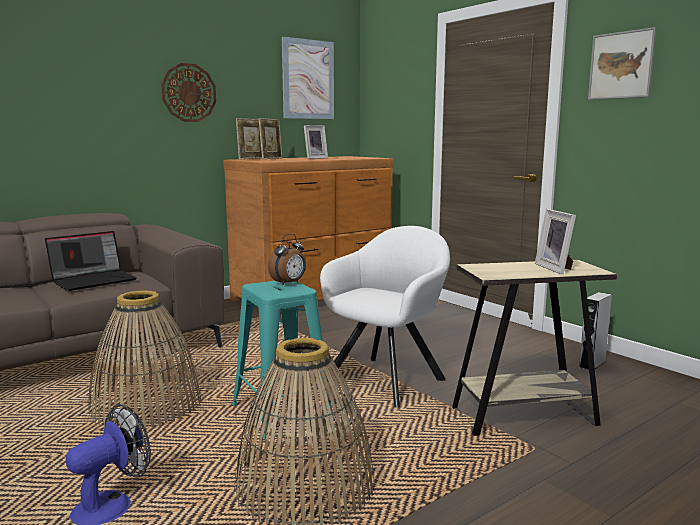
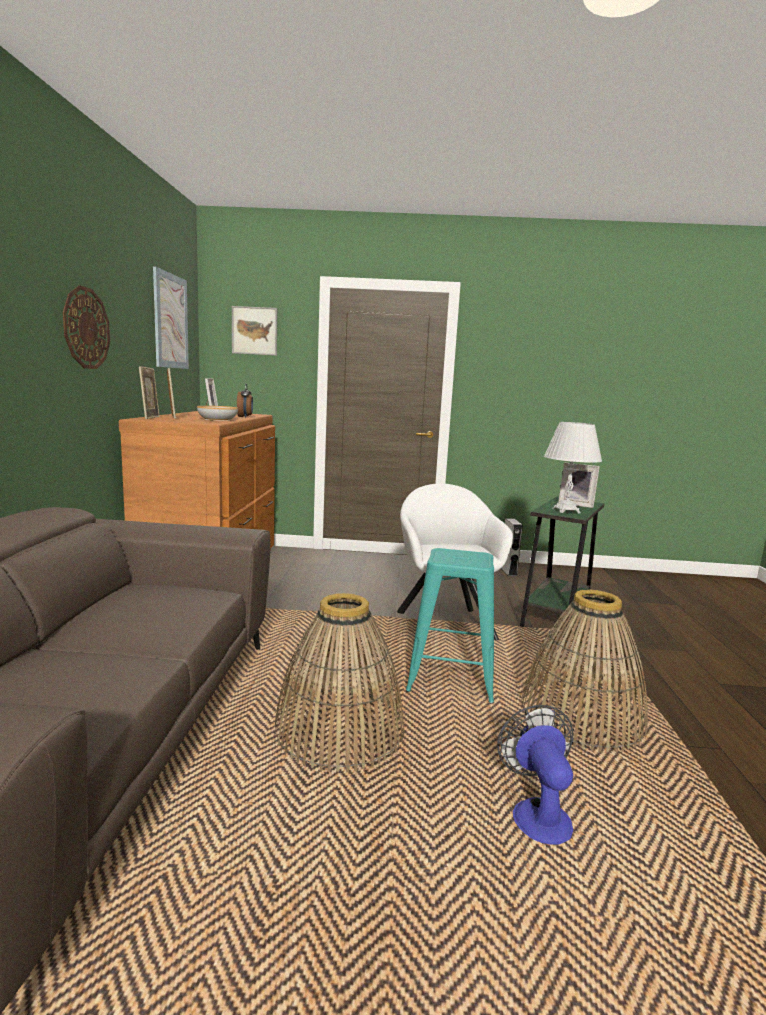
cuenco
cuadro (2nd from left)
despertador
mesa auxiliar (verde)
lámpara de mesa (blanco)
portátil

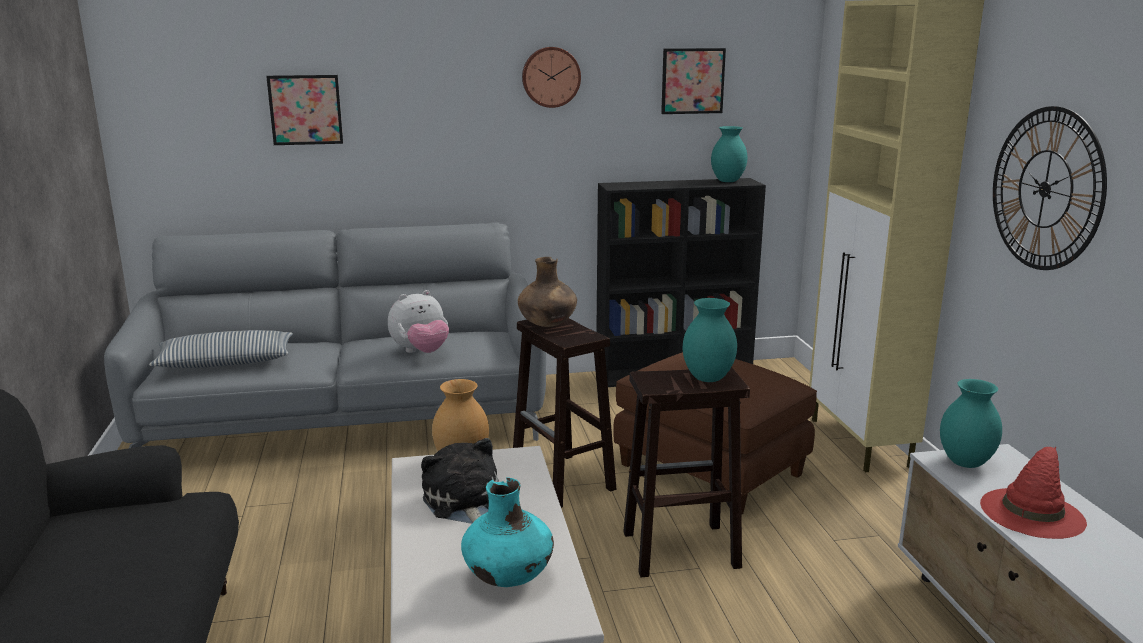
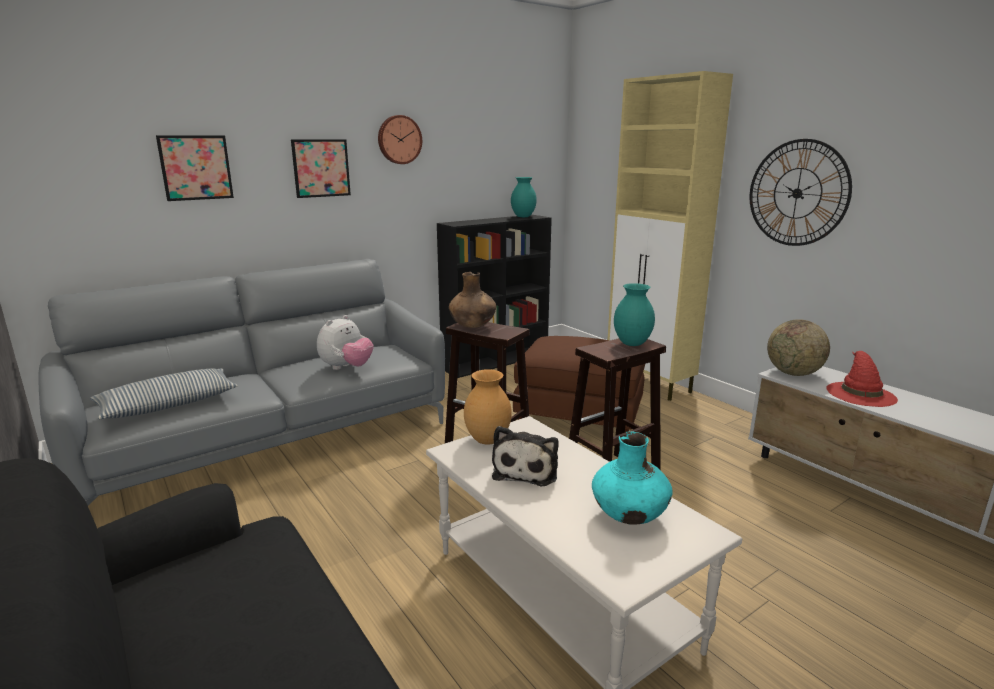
cuadro (2nd from left)
peluche (2nd from left)
globo terráqueo

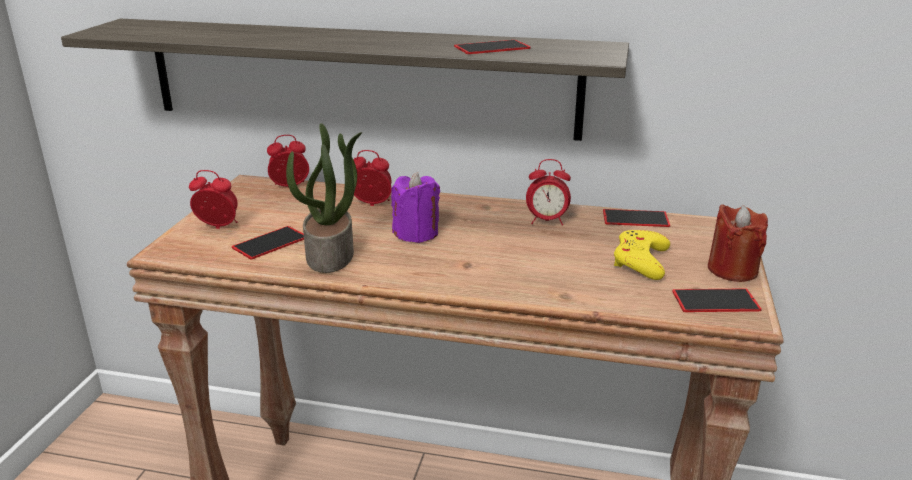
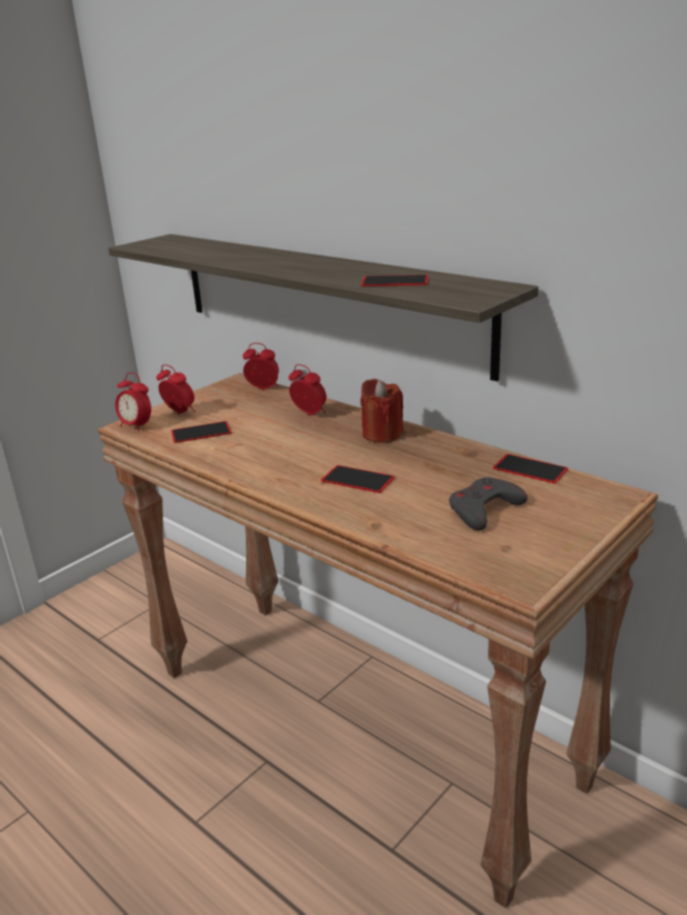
despertador (1st from left)
móvil (2nd from left)
vela (rojo)
mando de consola (gris)
planta en maceta
vela (morado)

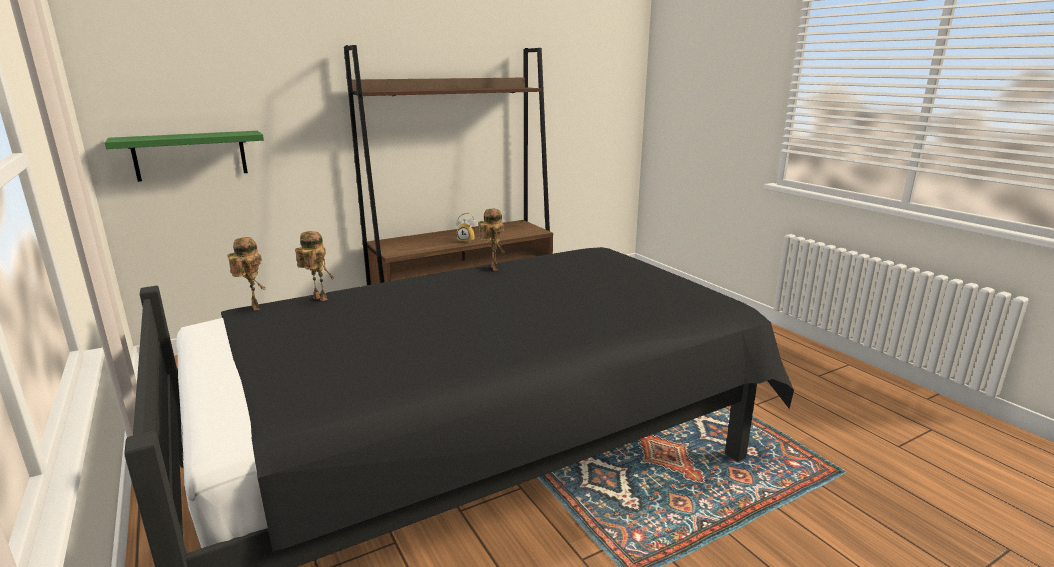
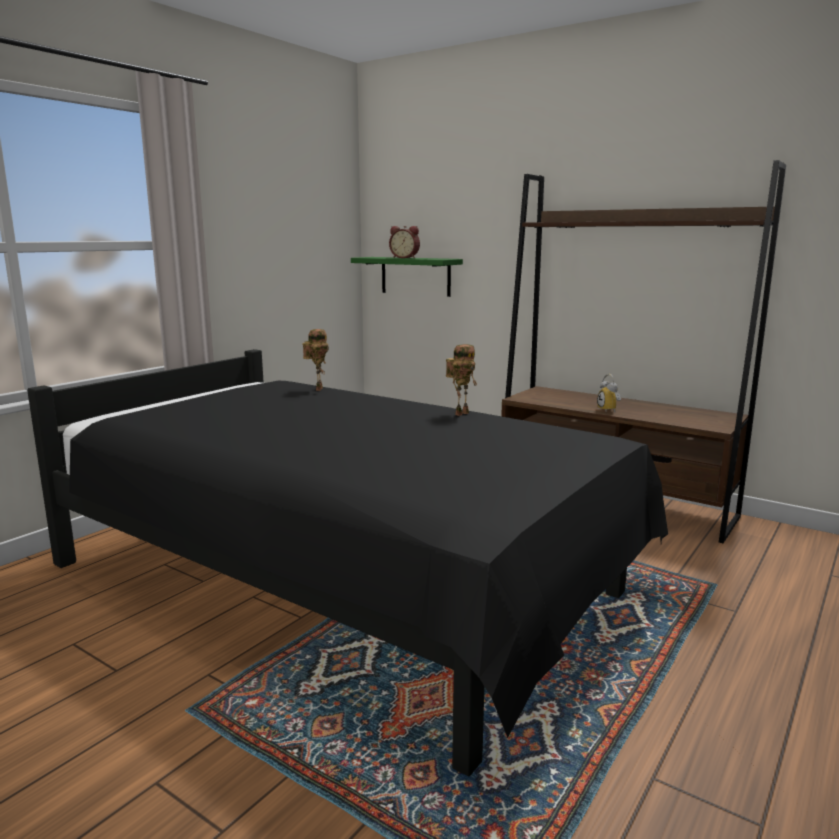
despertador (1st from left)
robot de juguete (1st from left in the first image)

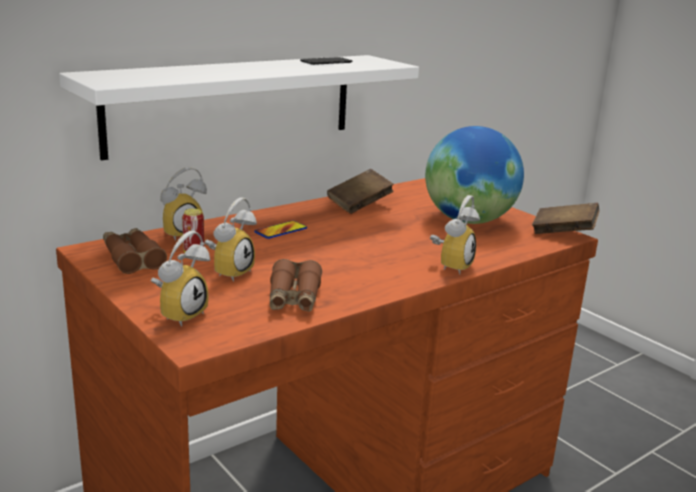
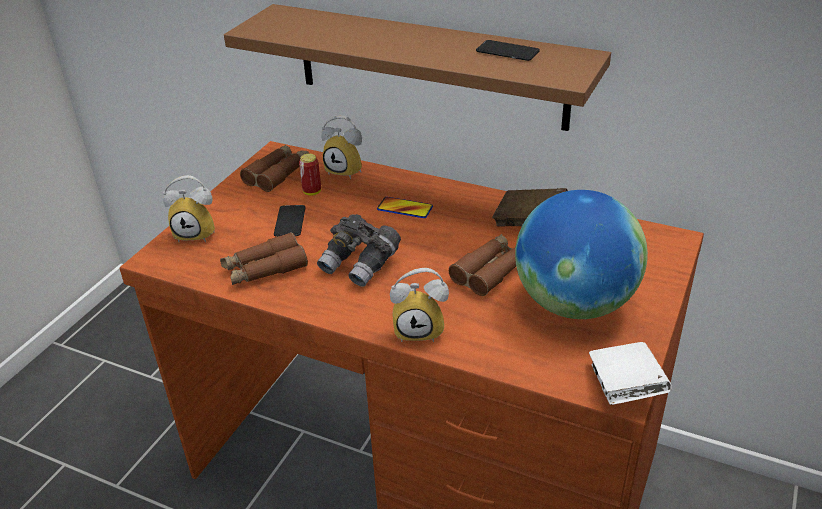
estante (marrón)
móvil (1st from left)
prismáticos (gris)
prismáticos (marrón) (3rd from left)
libro (blanco)

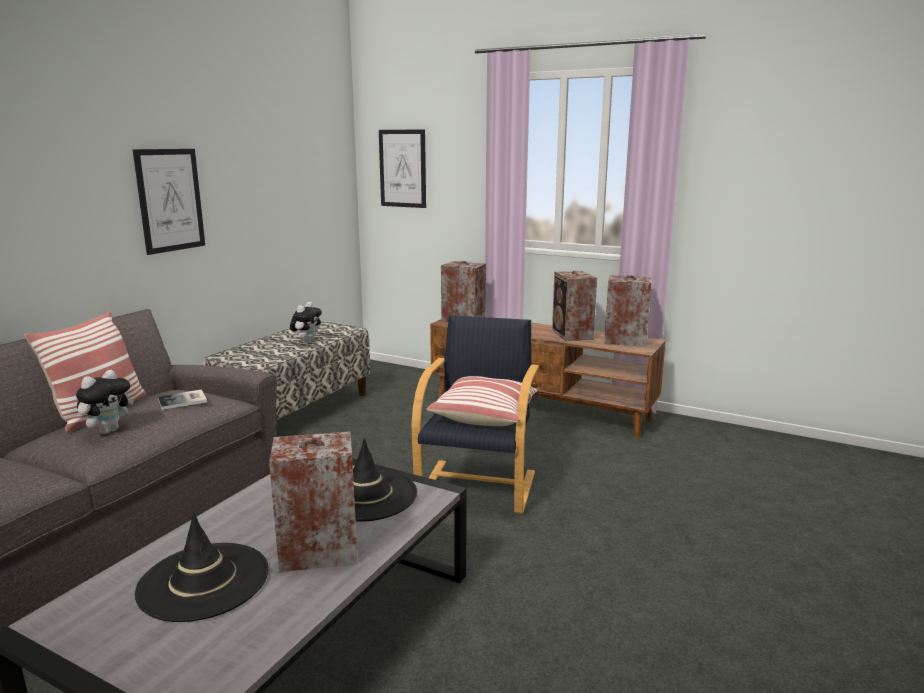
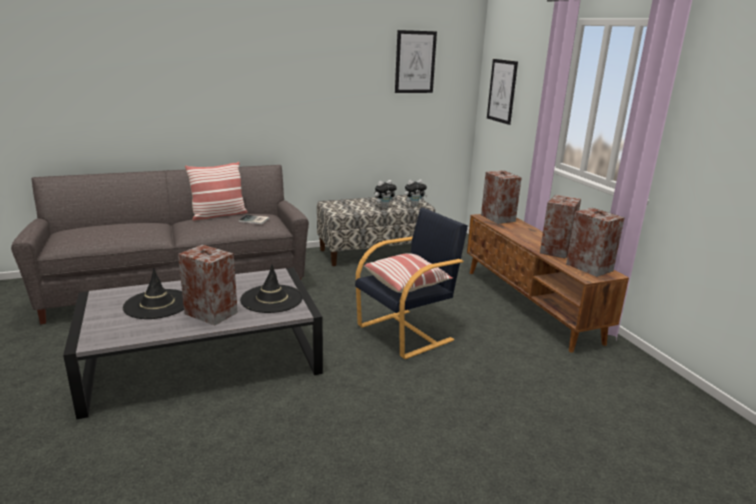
cuadro (1st from left)
peluche (2nd from left)

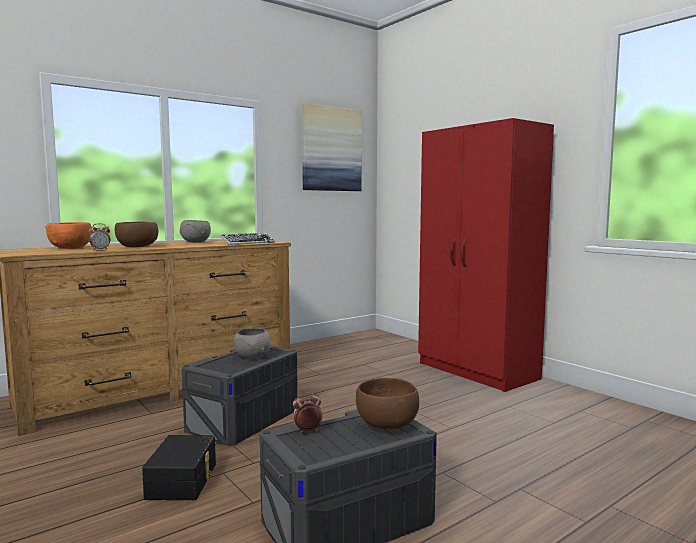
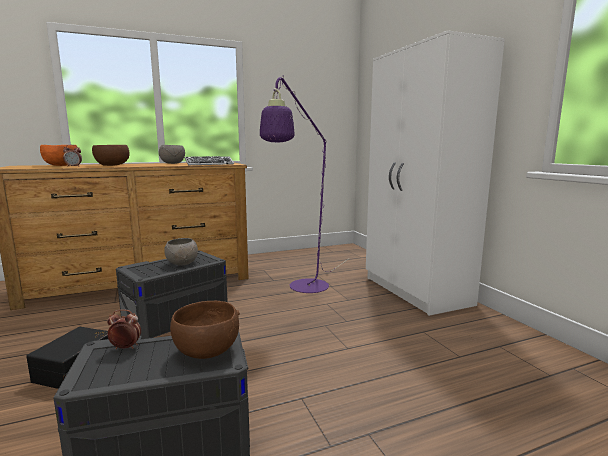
lámpara de pie (morado)
armario ropero (blanco)
cuadro

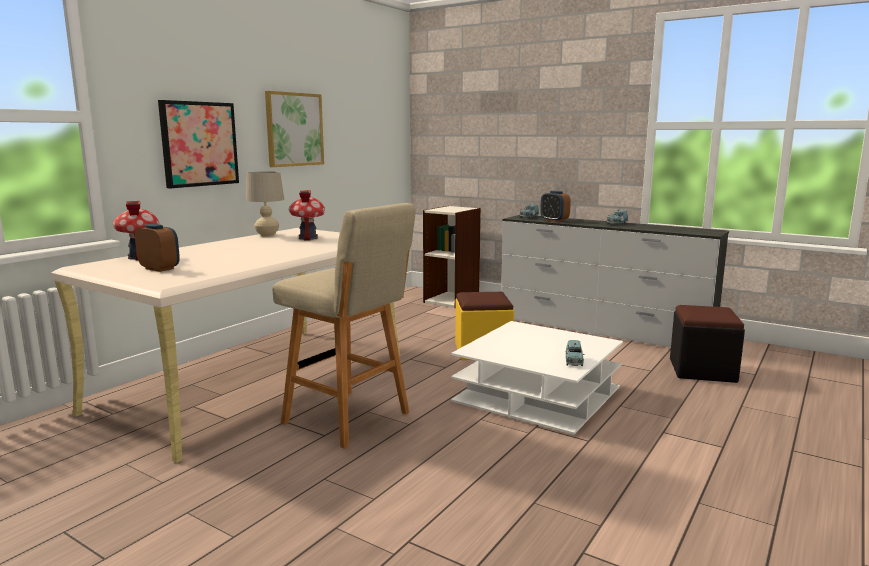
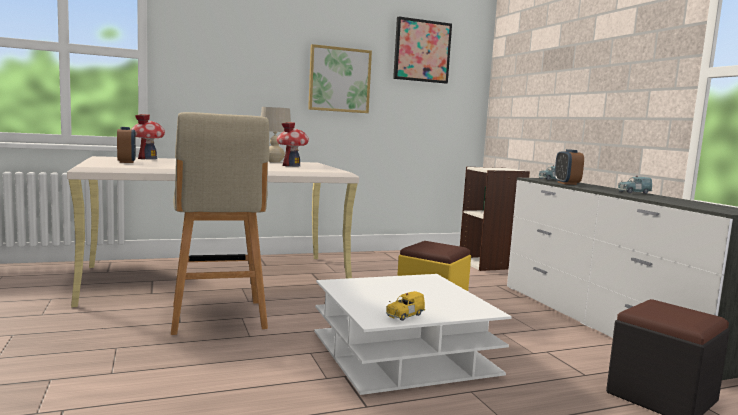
coche de juguete (amarillo)
cuadro (2nd from left)

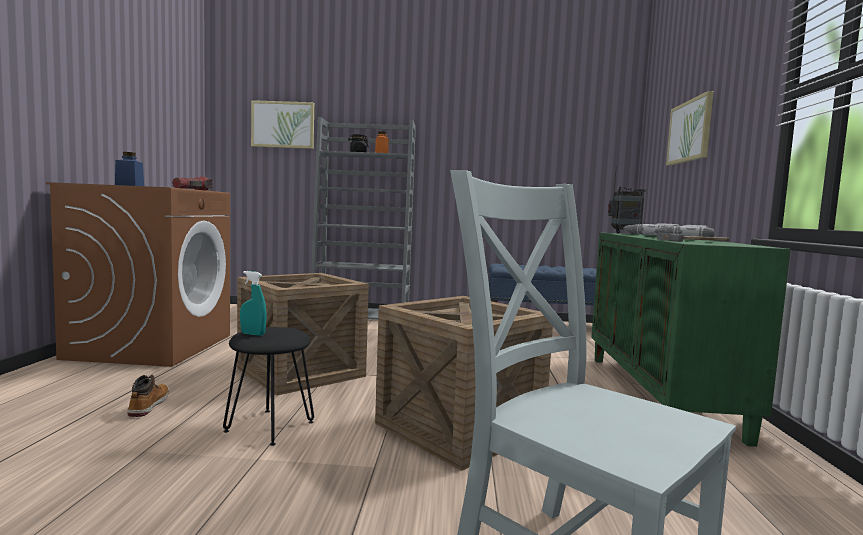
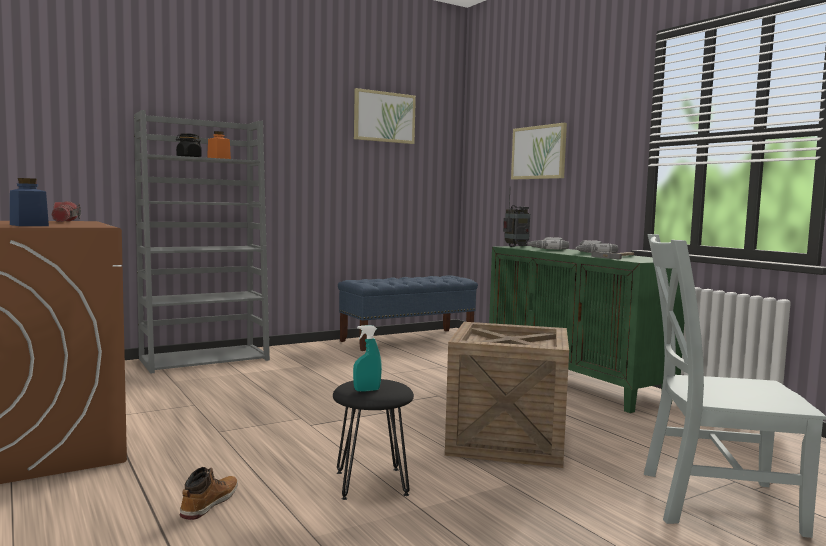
bota
cuadro (1st from left)
caja de embalaje (1st from left in the first image)

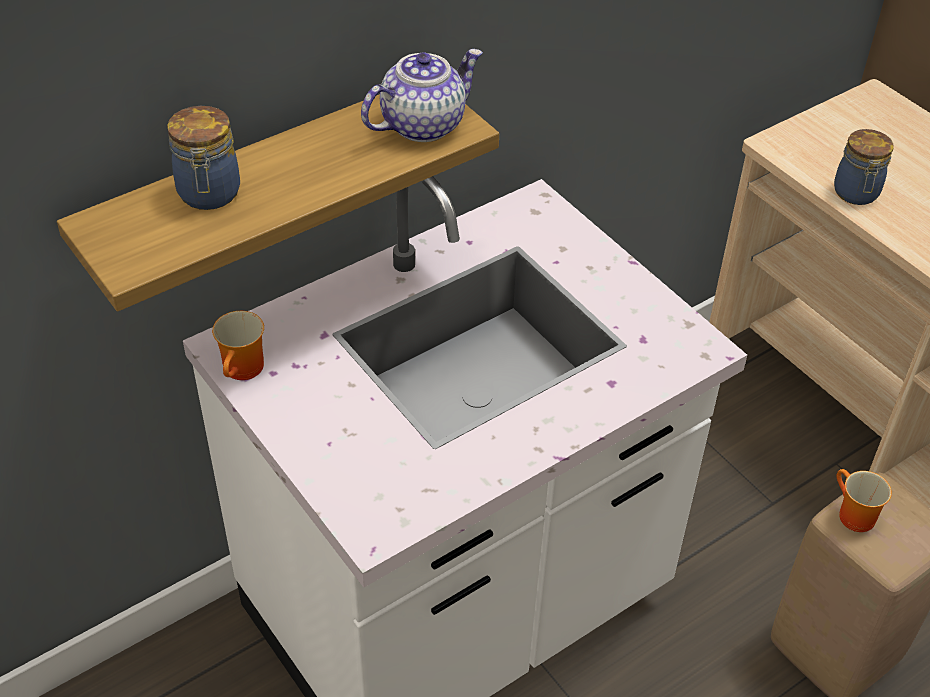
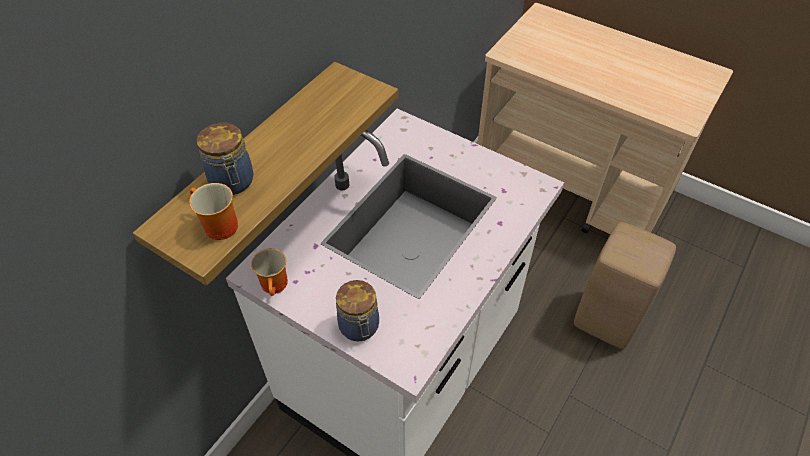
taza grande (1st from left)
tarro (2nd from left)
tetera

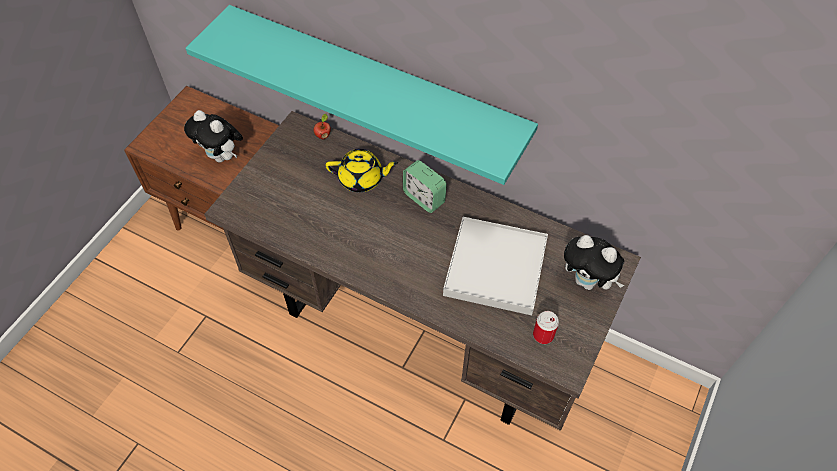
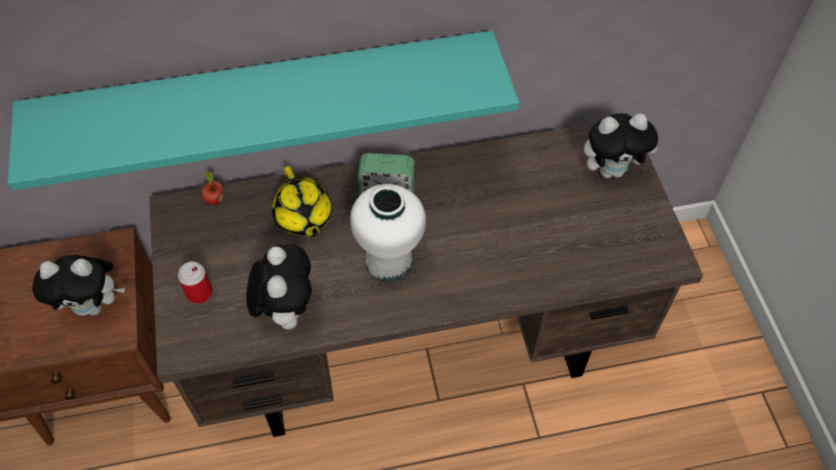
lata
peluche (2nd from left)
tetera (amarillo)
florero (blanco)
bandeja (blanco)

